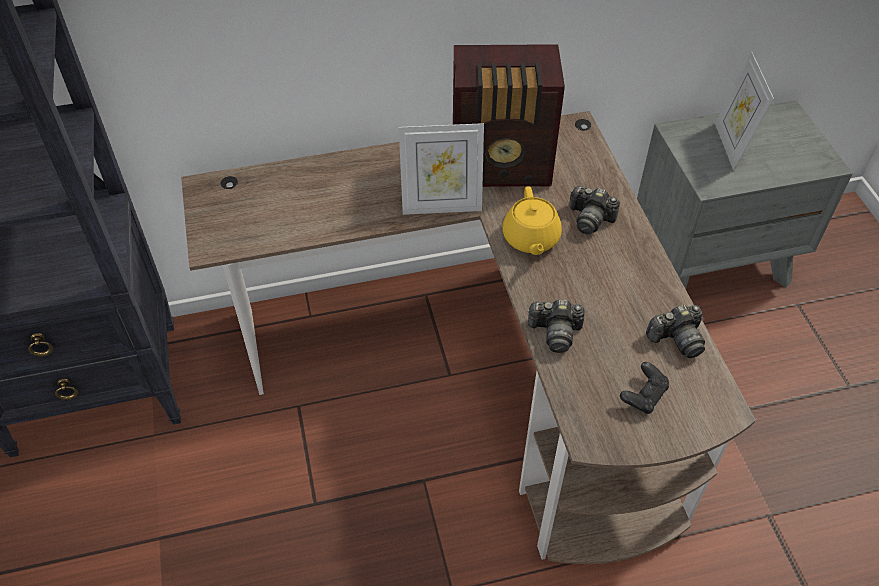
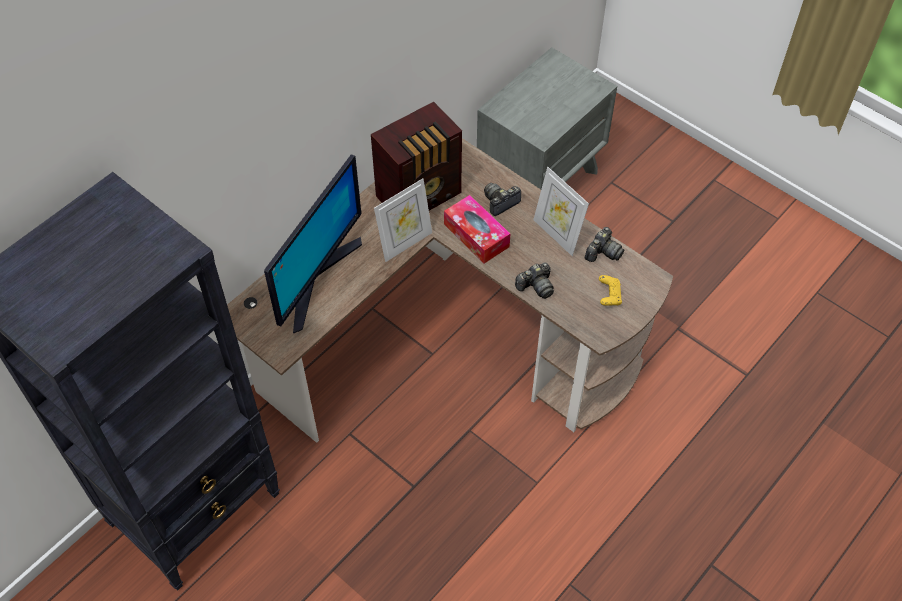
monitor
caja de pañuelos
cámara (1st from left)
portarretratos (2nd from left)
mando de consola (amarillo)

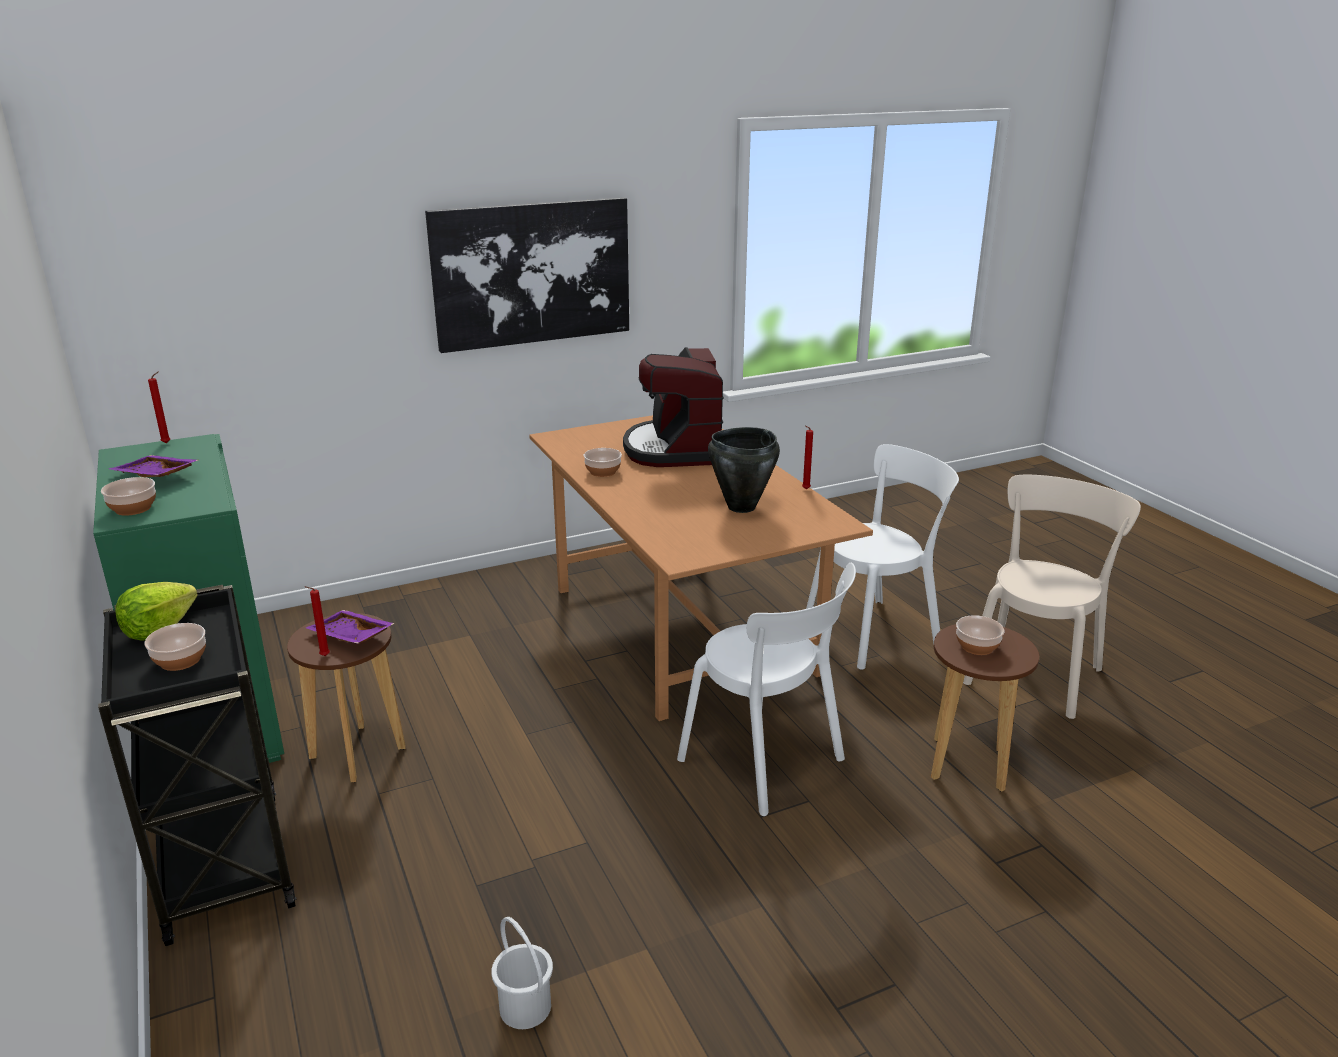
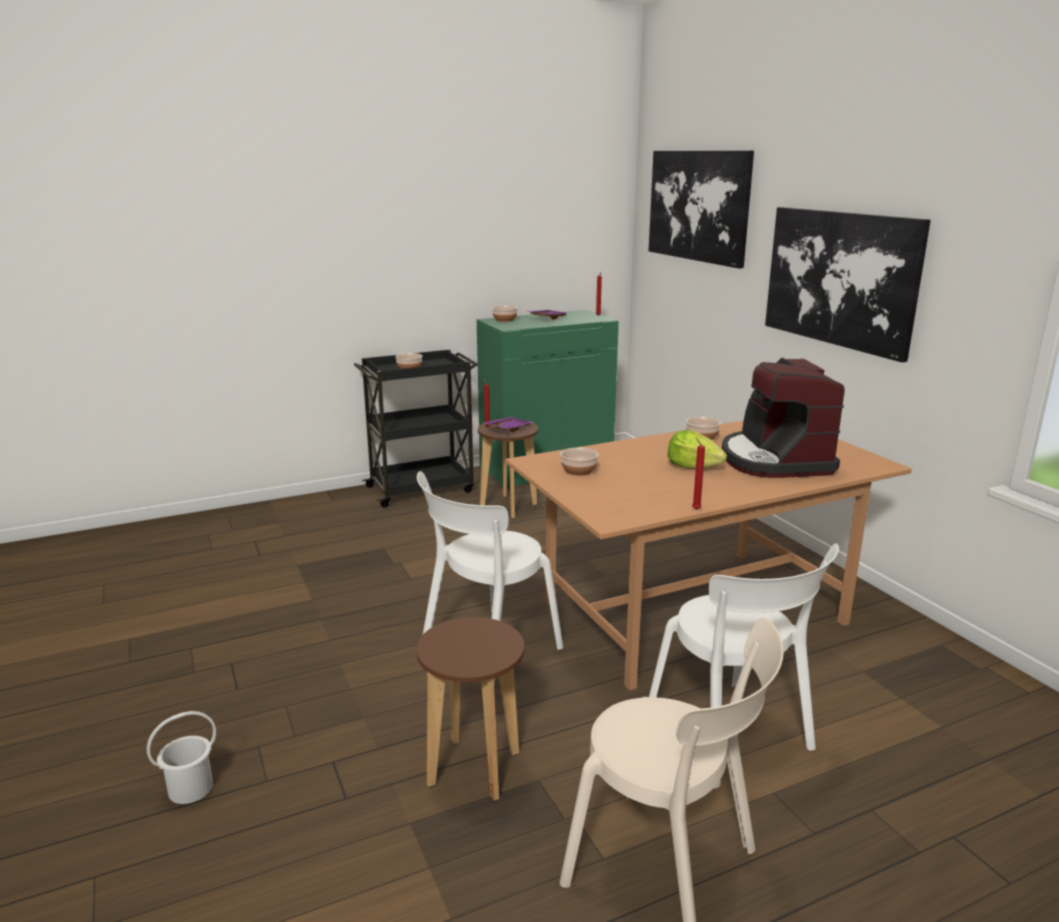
cubo (blanco)
cuenco (3rd from left)
cuadro (1st from left)
lechuga
cafetera
olla (negro)

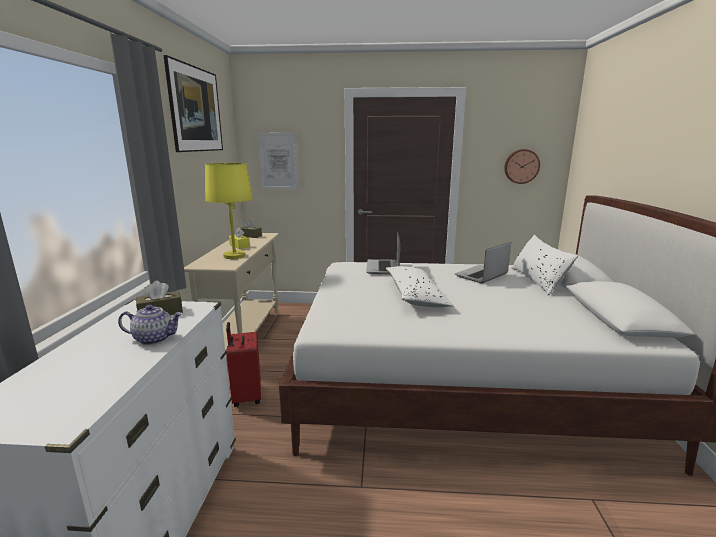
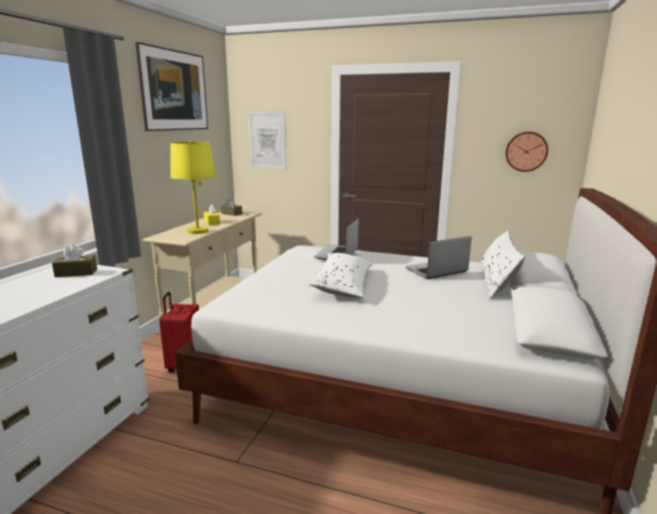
tetera

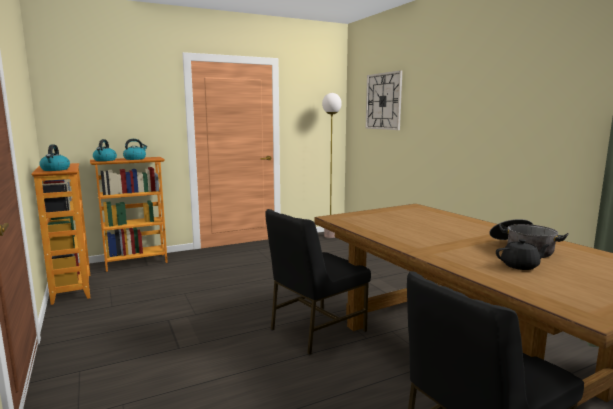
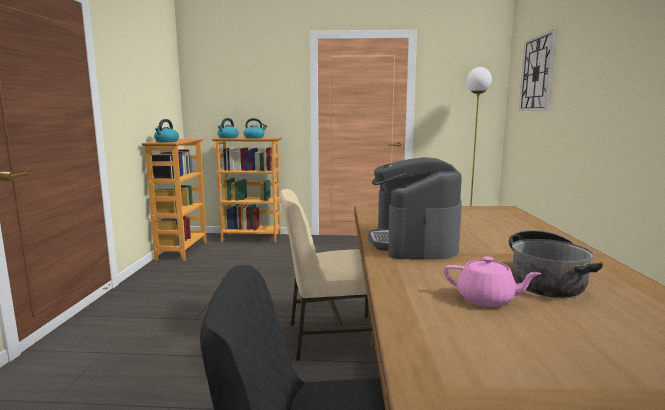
silla (beis)
cafetera
tetera (rosa)

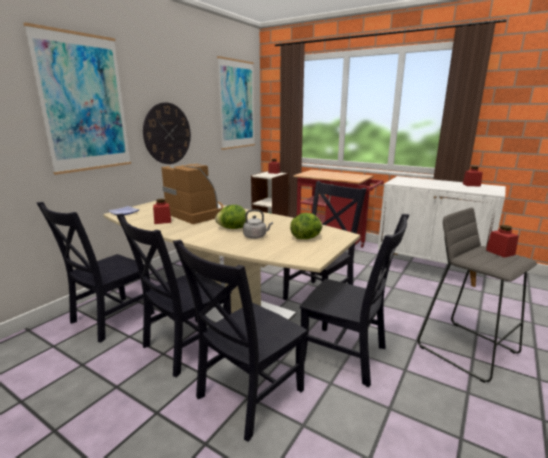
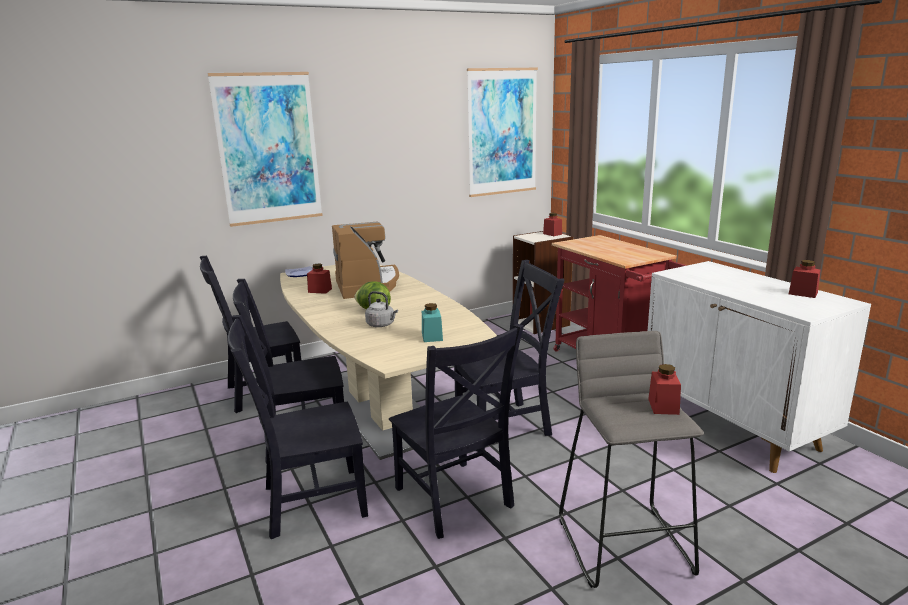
tarro (turquesa)
reloj de pared

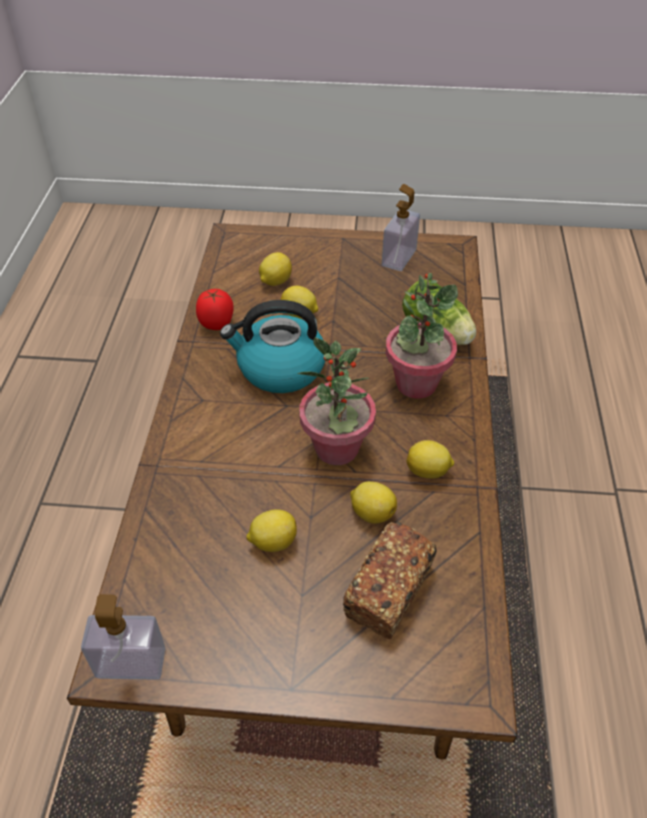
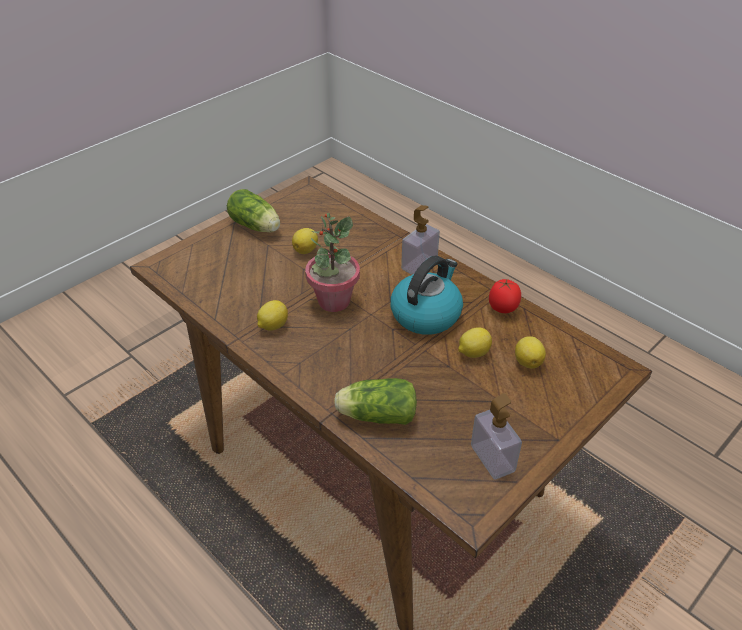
lechuga (1st from left)
dispensador de jabón (1st from left)
pan
limón (4th from left in the first image)
planta en maceta (2nd from left in the first image)

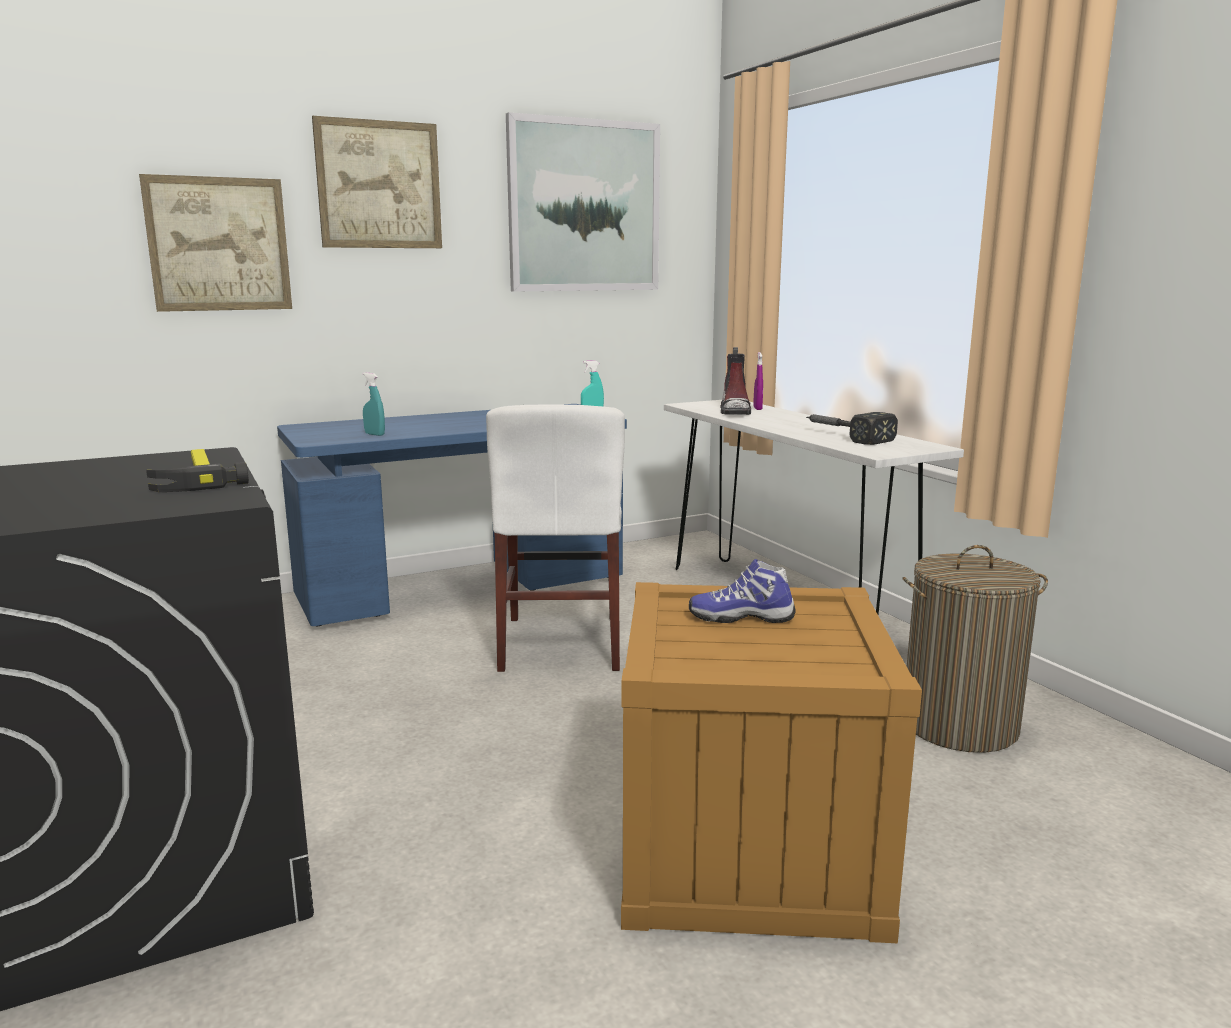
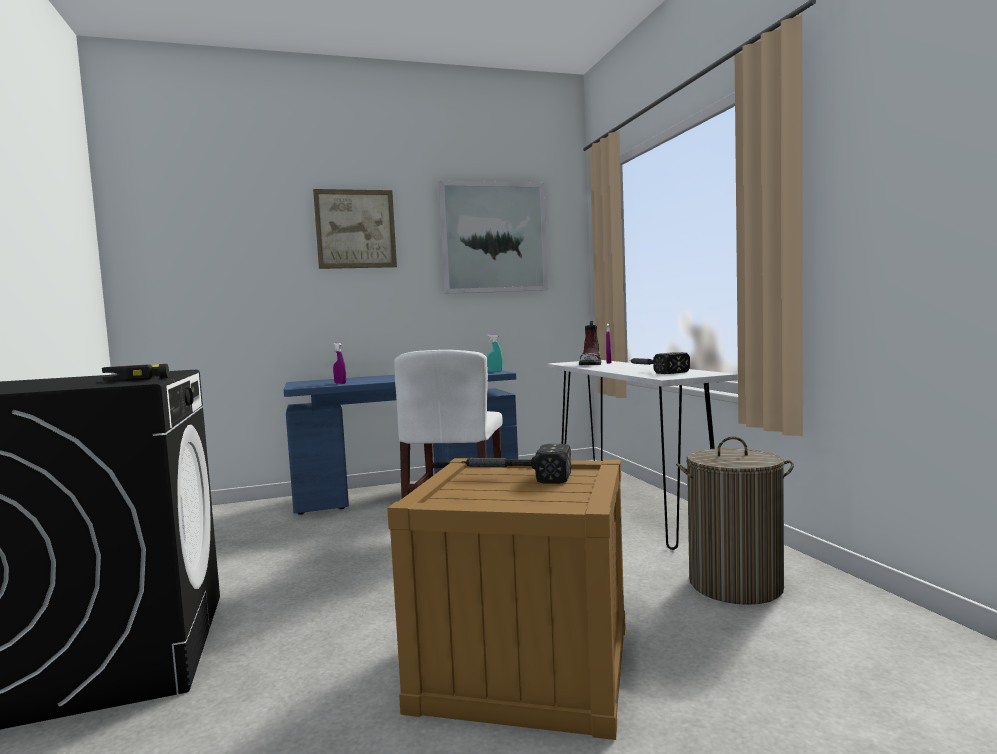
pulverizador (morado) (1st from left)
martillo (2nd from left)
cuadro (1st from left in the first image)

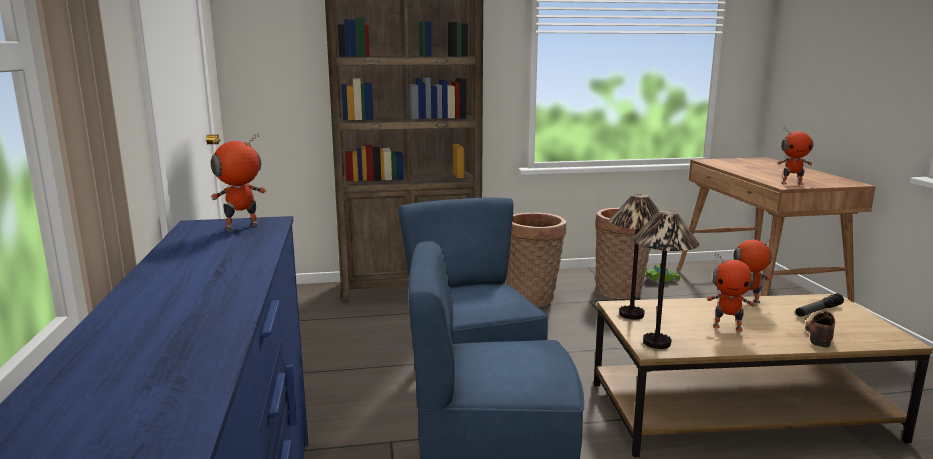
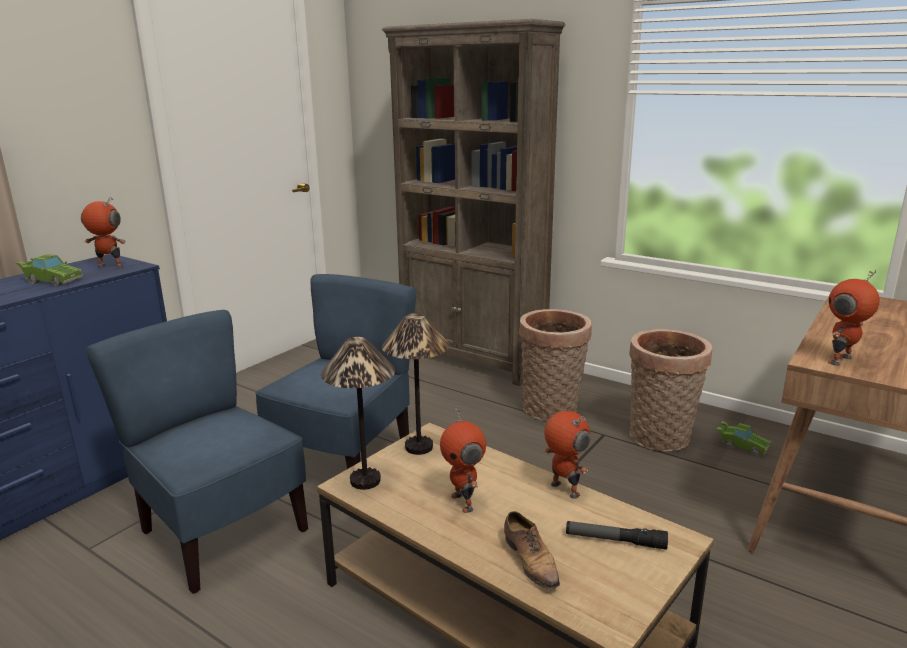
coche de juguete (verde) (1st from left)
zapato
robot de juguete (4th from left)

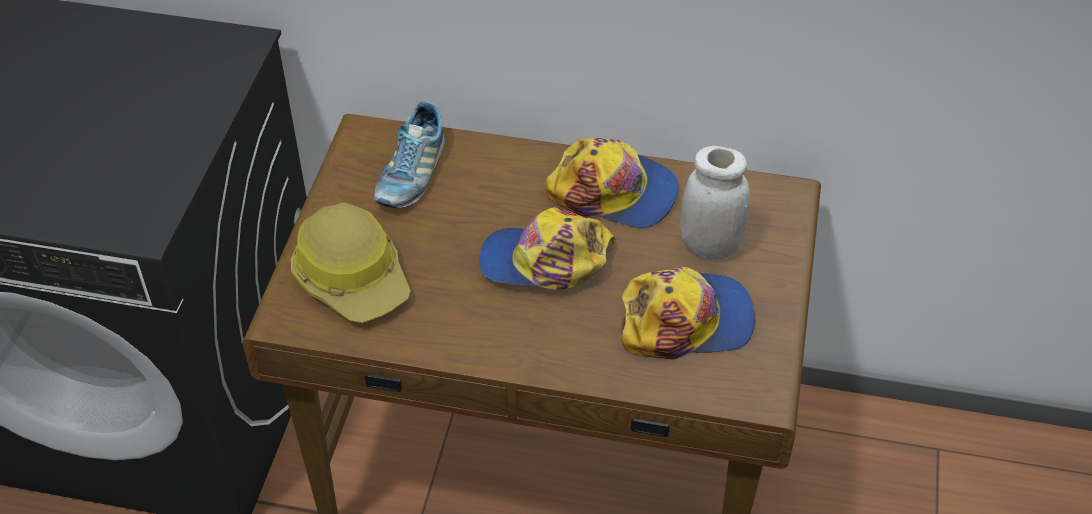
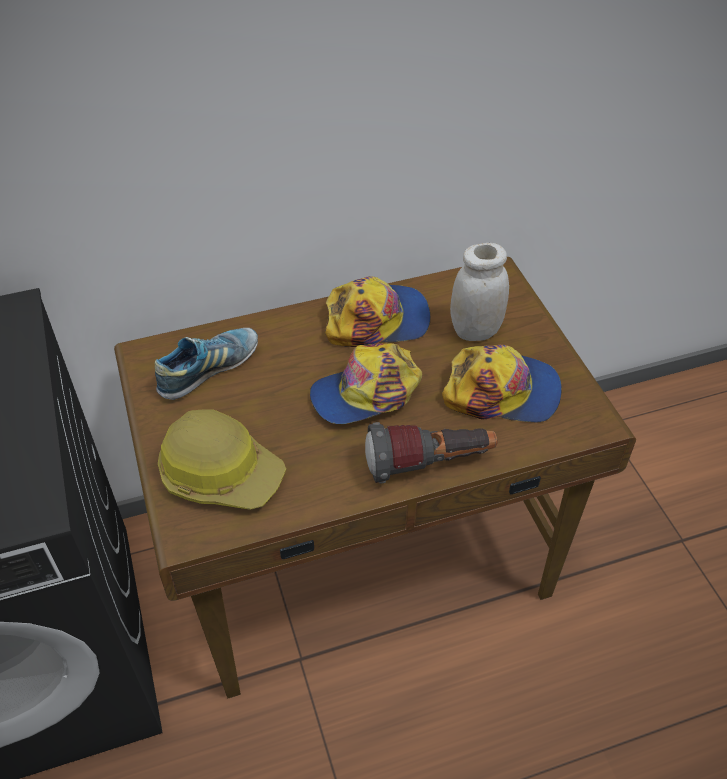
zapato
linterna
gorra (3rd from left)

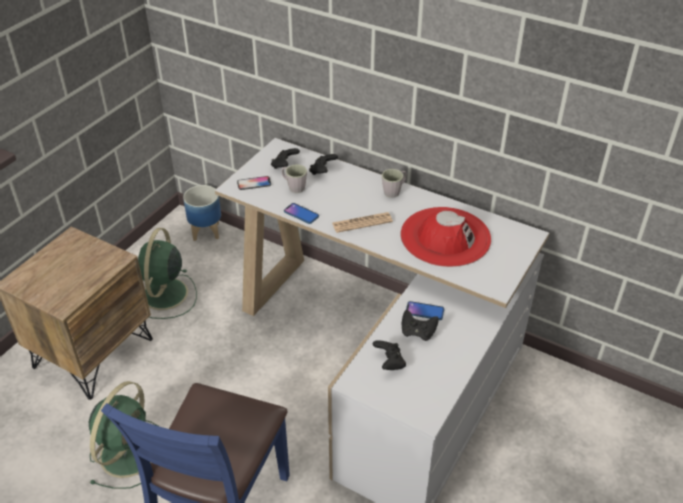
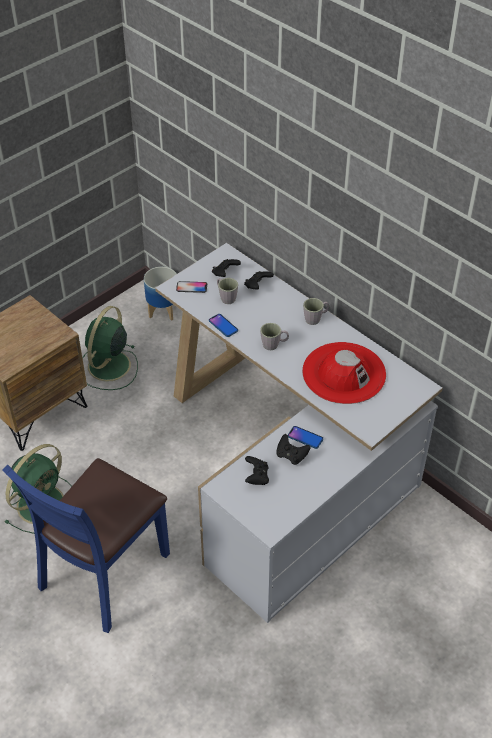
taza grande (gris) (2nd from left)

